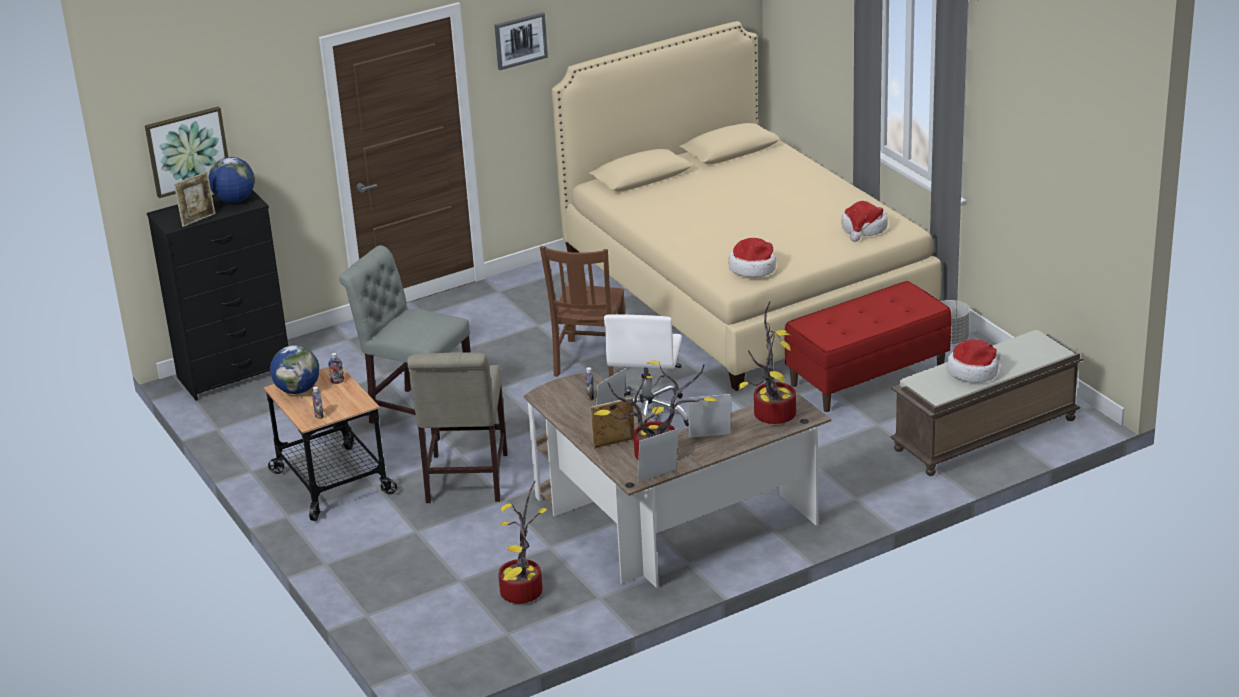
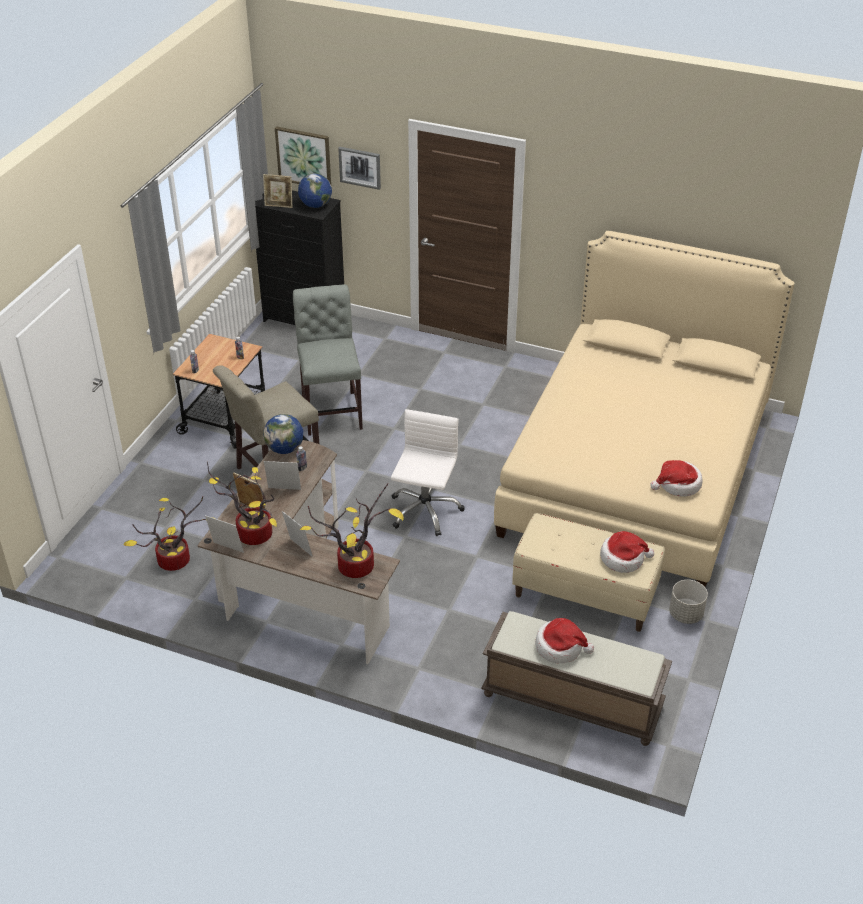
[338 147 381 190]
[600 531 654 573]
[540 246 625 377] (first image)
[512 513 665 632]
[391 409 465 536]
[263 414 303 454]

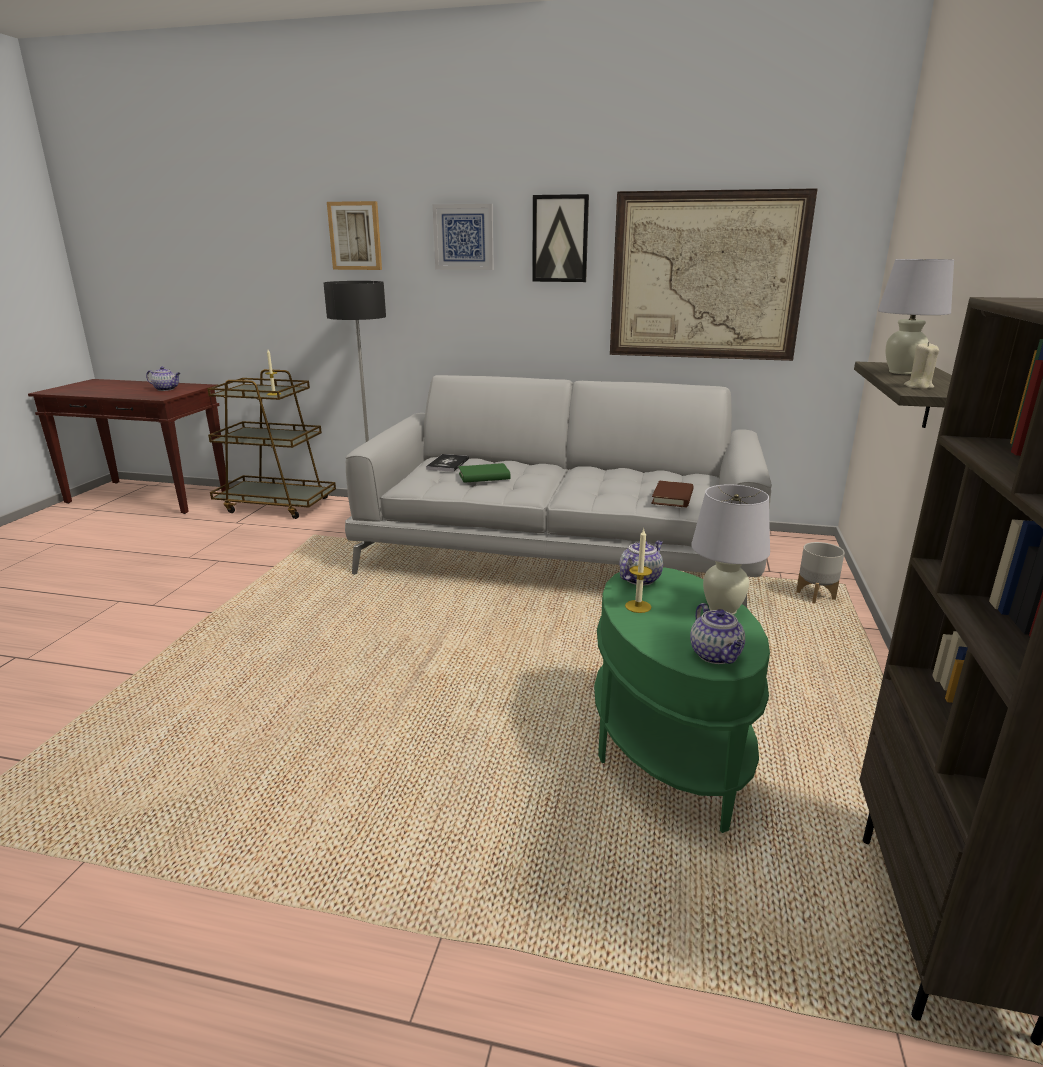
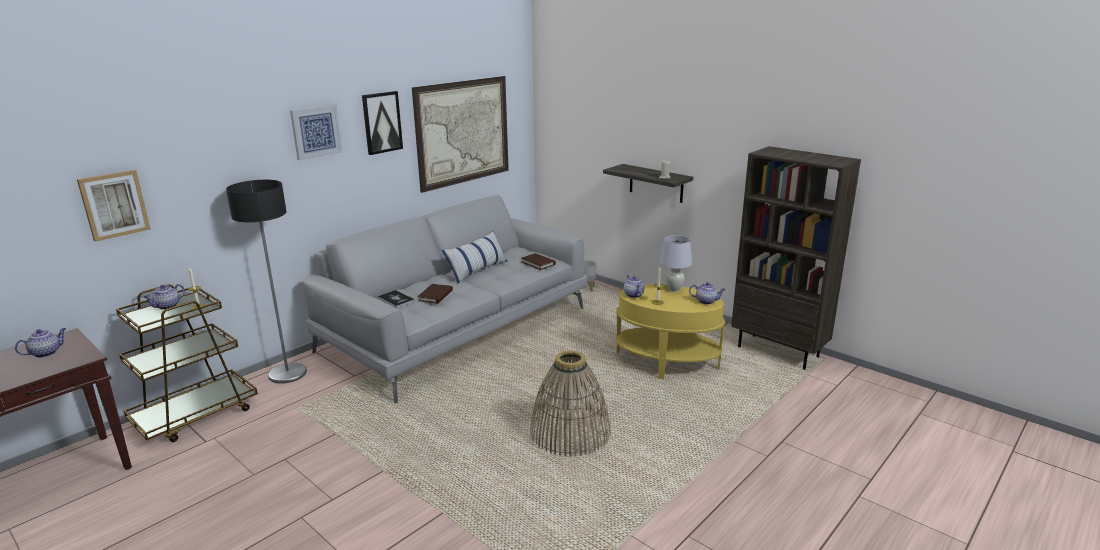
[77 170 150 242]
[878 259 954 374] (first image)
[417 284 453 304]
[616 284 725 379]
[442 231 508 284]
[143 284 185 310]
[530 351 611 457]

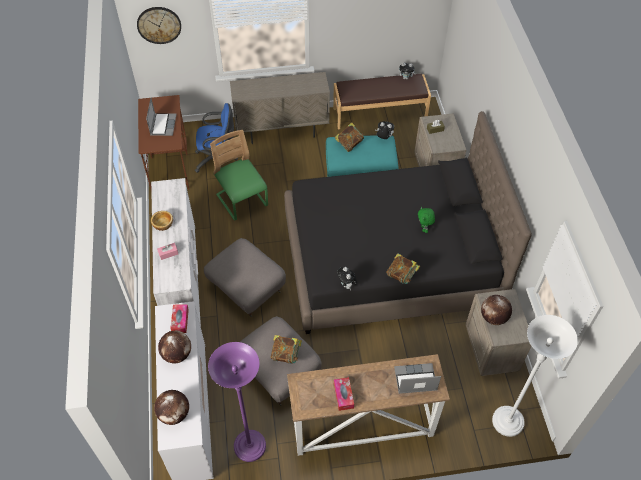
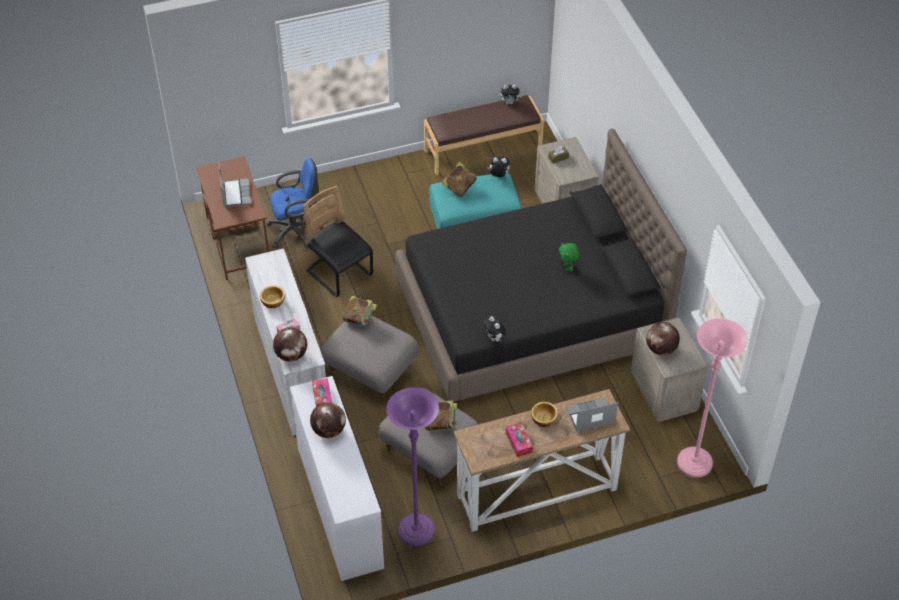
[137 7 181 44] (first image)
[230 72 330 144] (first image)
[303 186 373 297]
[342 296 377 326]
[677 318 748 478]
[273 327 307 362]
[531 402 558 427]

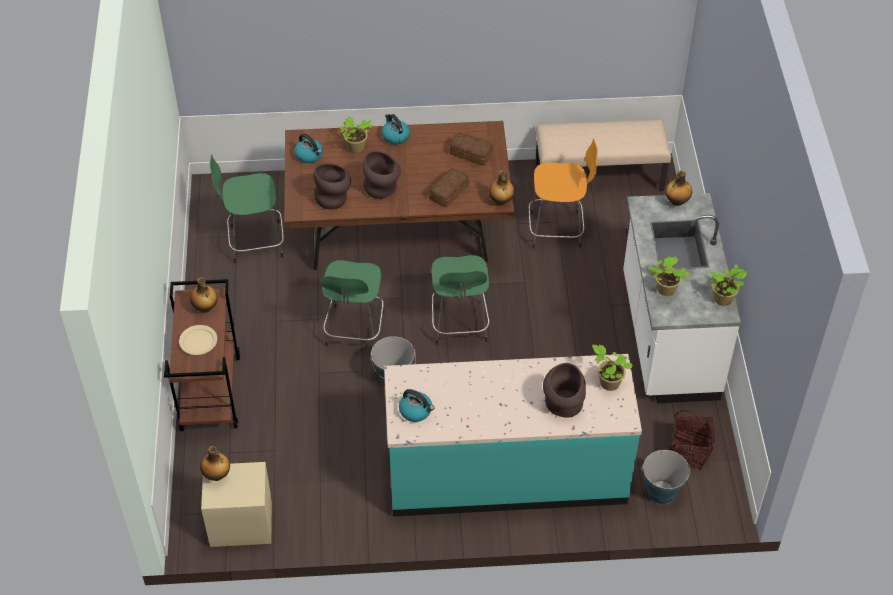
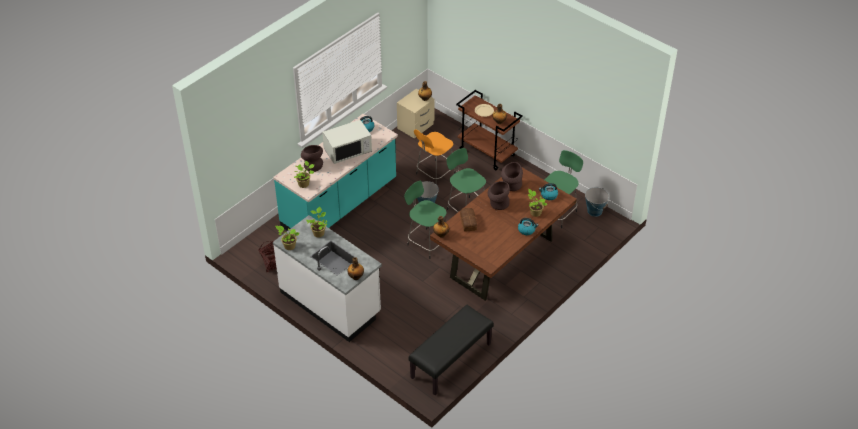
[408 305 494 395]
[450 133 493 166] (first image)
[414 129 455 185]
[585 187 609 217]
[322 120 372 164]

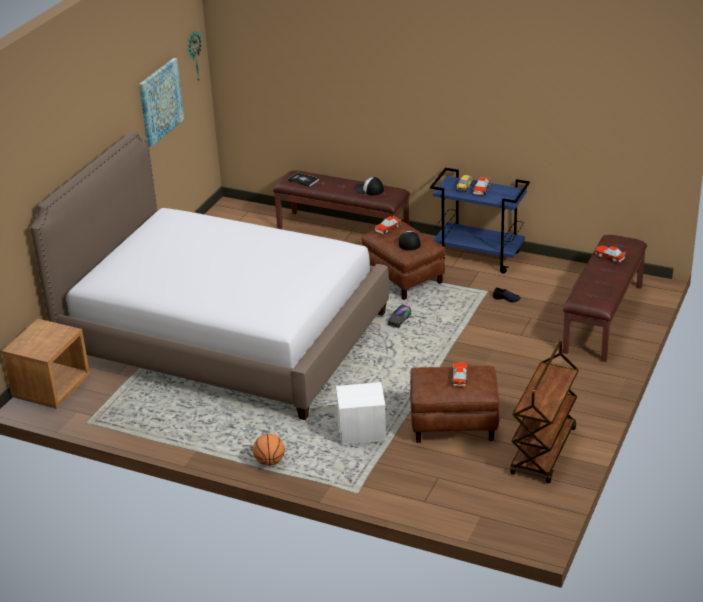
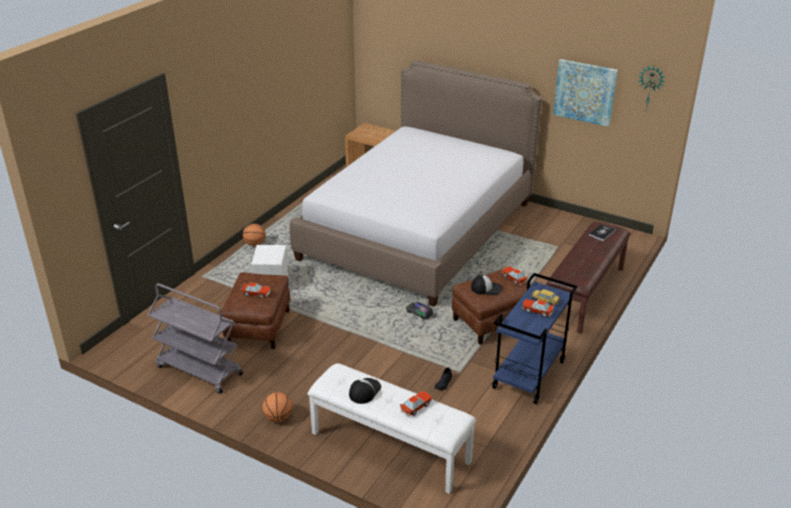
[349 378 381 404]
[307 363 476 494]
[148 283 243 394]
[262 392 292 422]

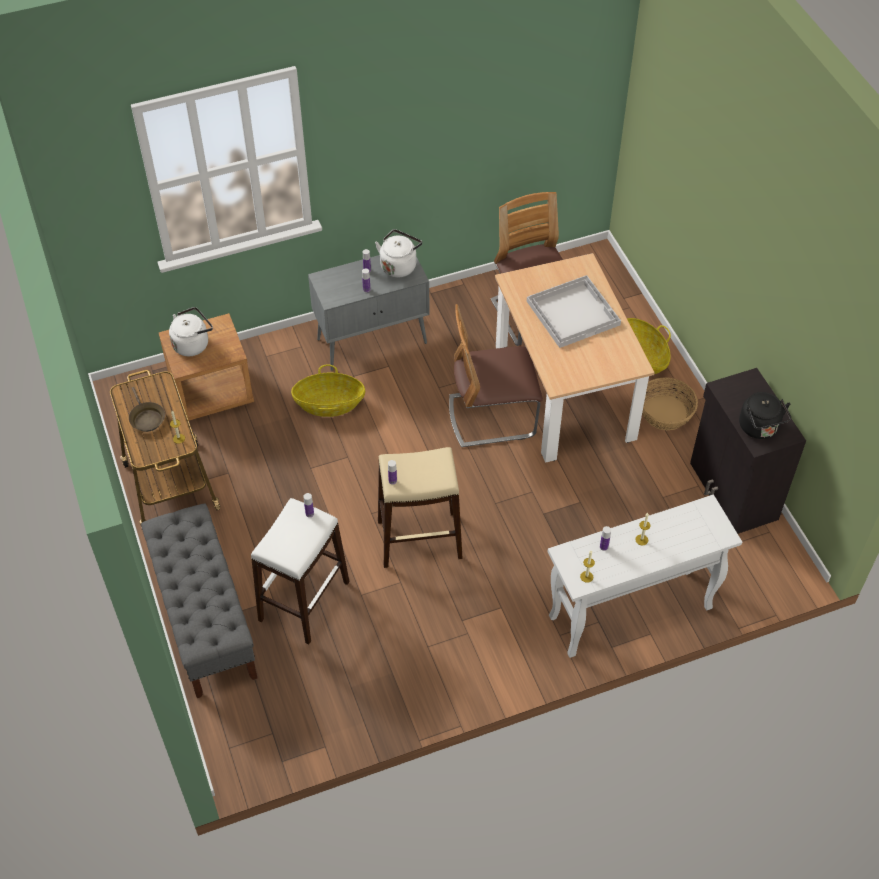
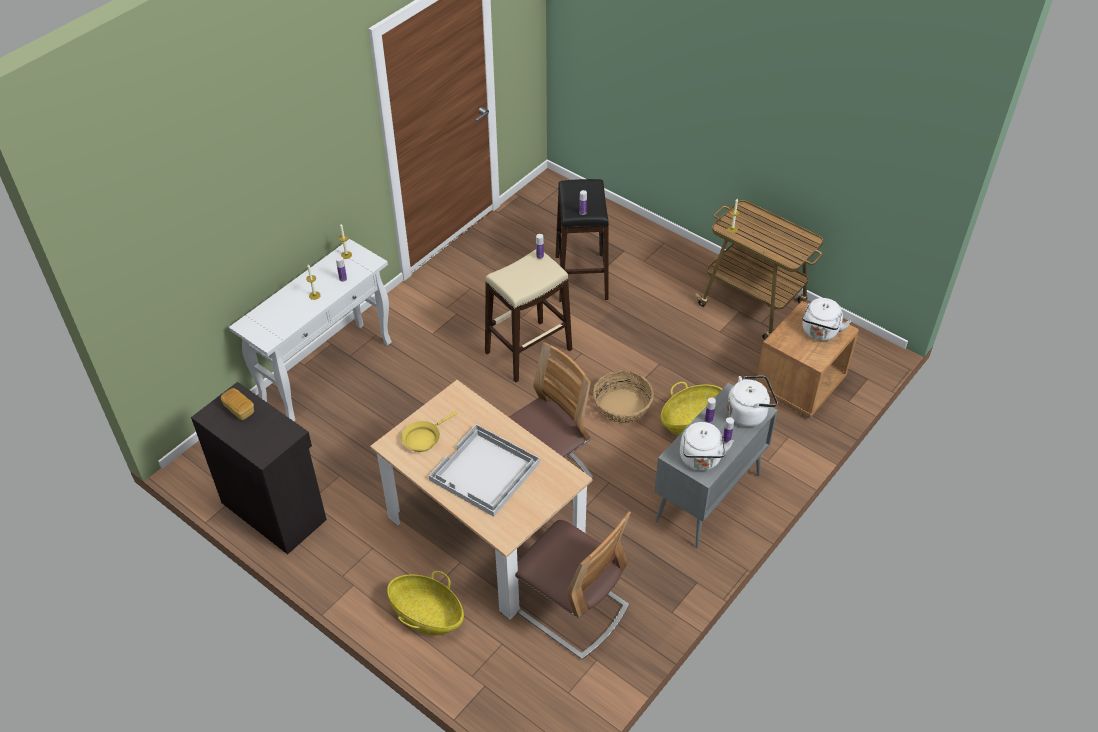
[593 371 654 424]
[129 387 165 432] (first image)
[221 388 254 420]
[555 179 609 302]
[141 503 257 698] (first image)
[727 376 778 427]
[401 411 458 452]

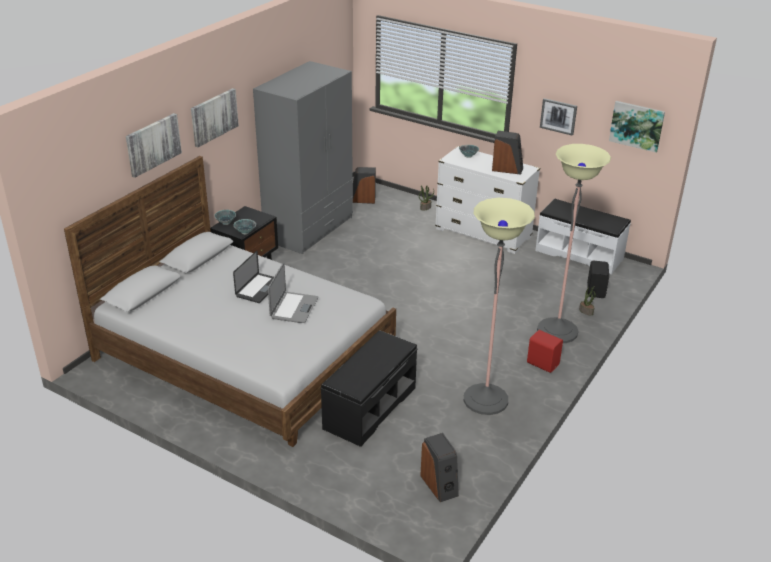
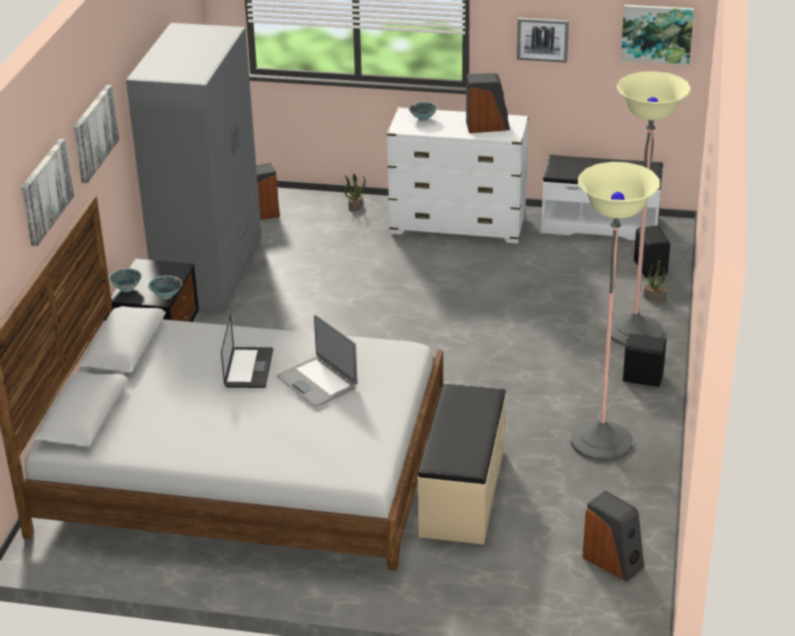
[276 315 358 406]
[417 384 506 544]
[623 333 666 387]

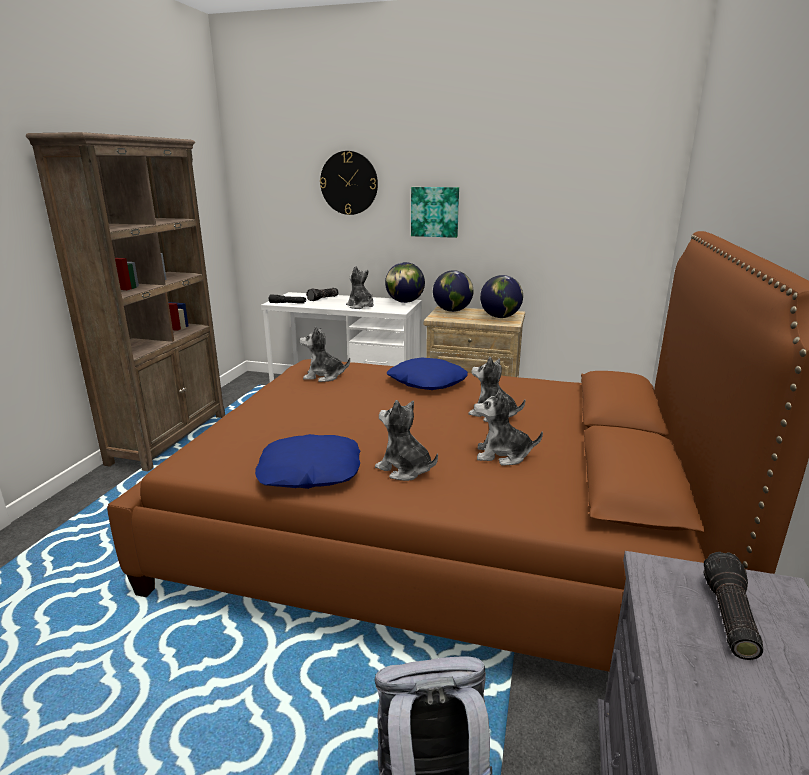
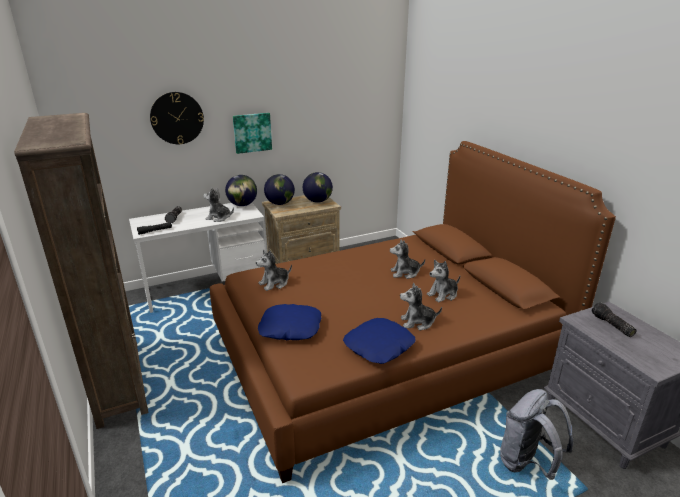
[258 304 322 340]

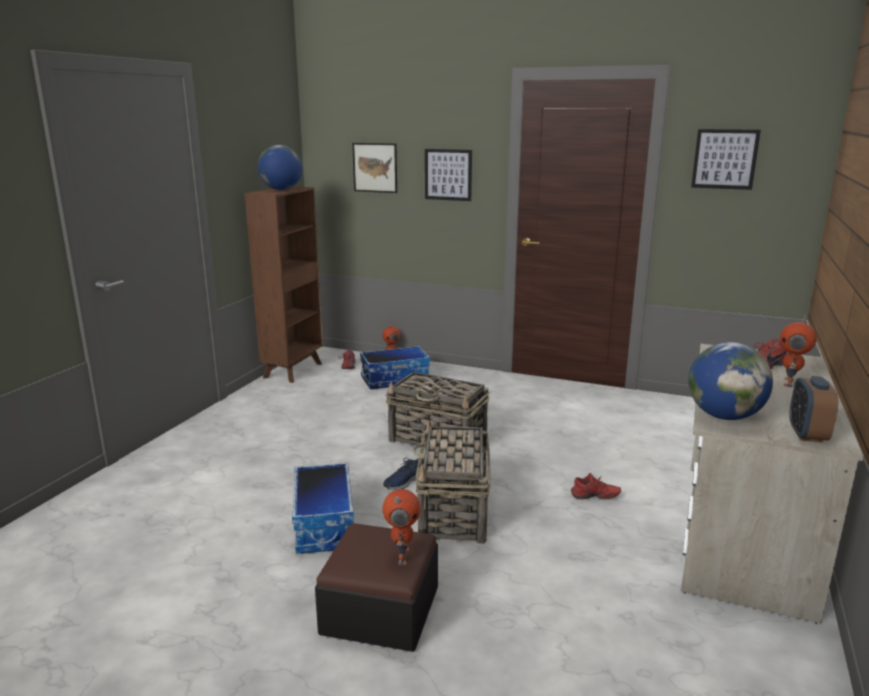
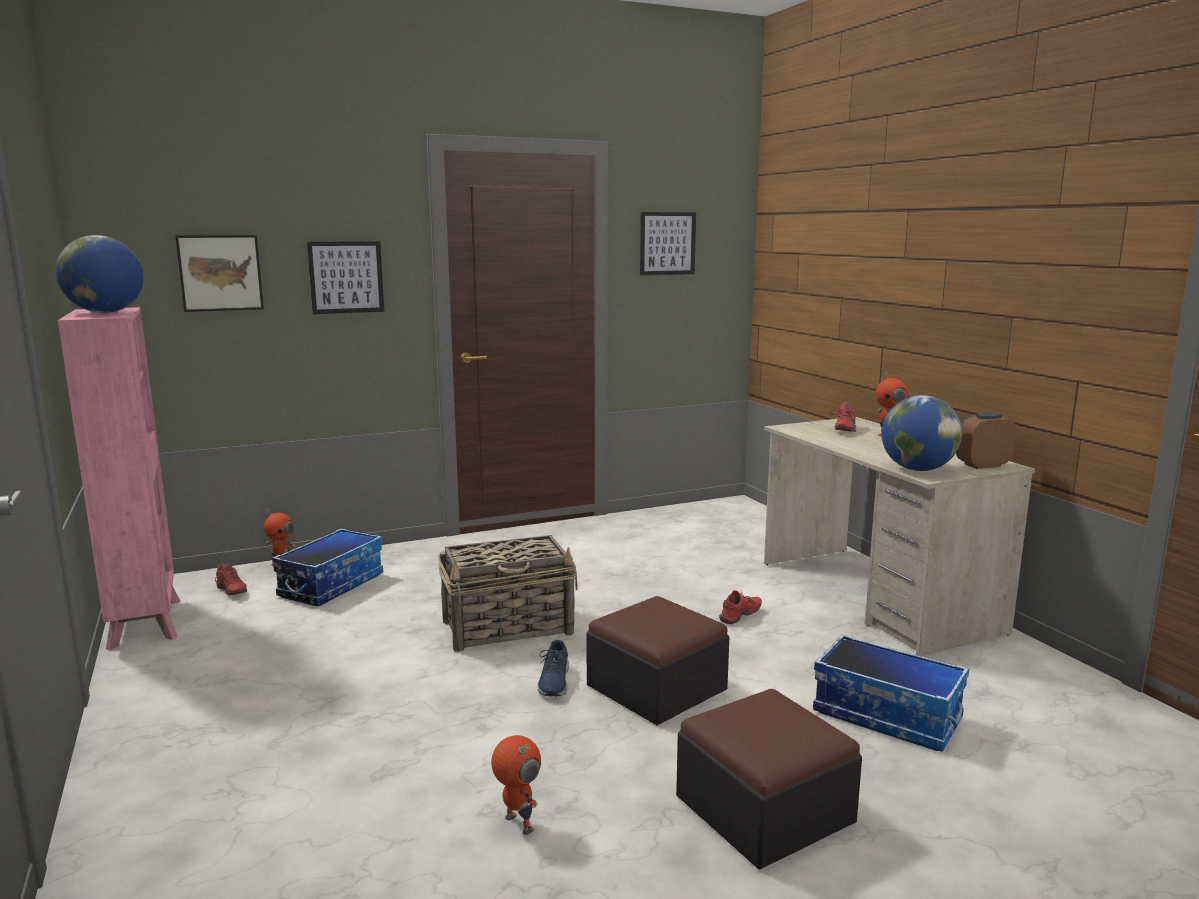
[58 307 180 650]
[956 413 1016 469]
[587 596 729 725]
[813 634 969 752]
[491 735 541 835]

